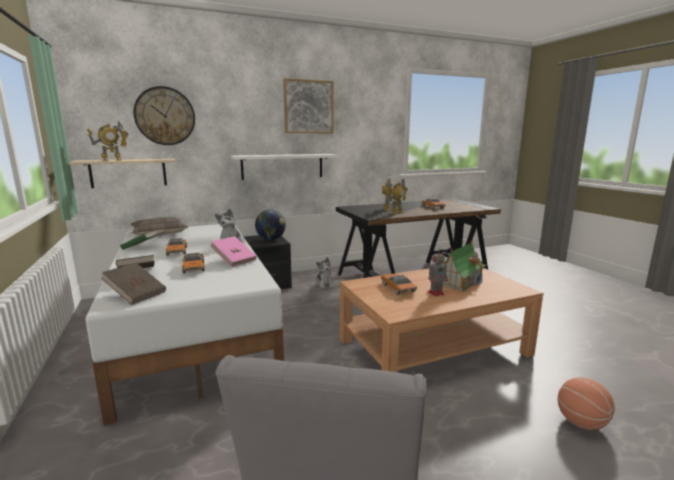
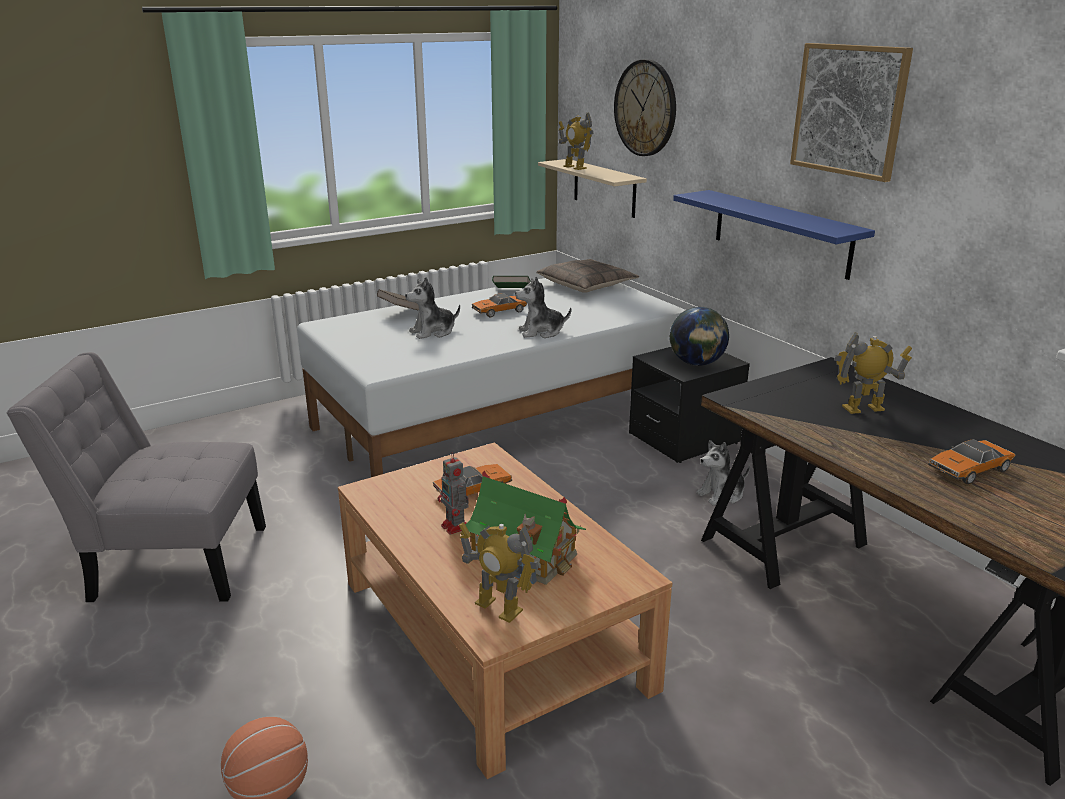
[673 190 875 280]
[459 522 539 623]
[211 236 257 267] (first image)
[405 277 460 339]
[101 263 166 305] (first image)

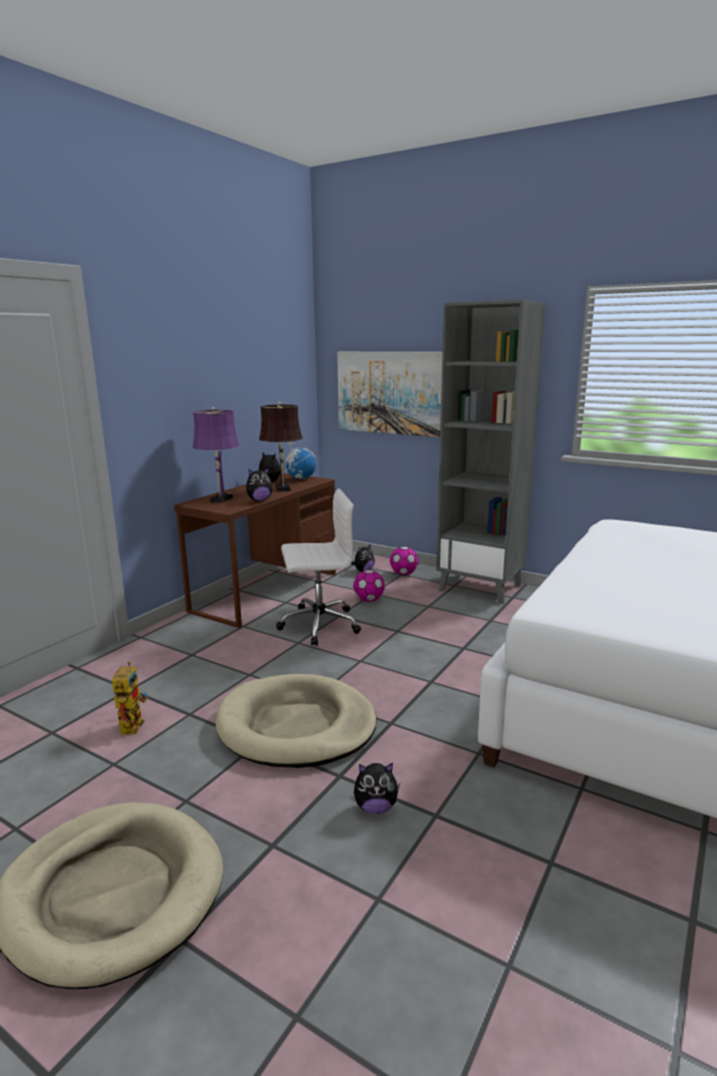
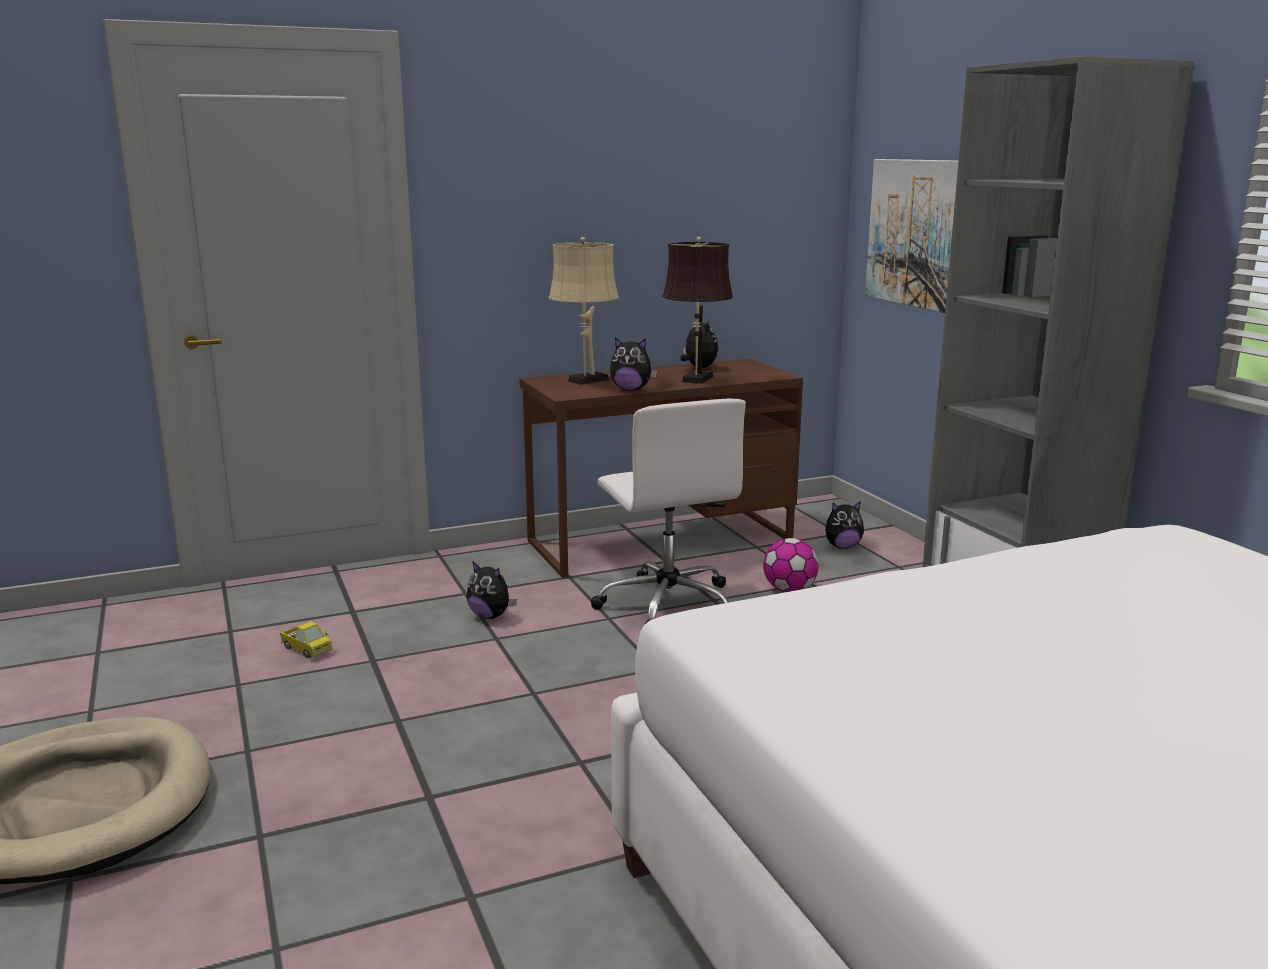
[549 237 619 385]
[284 441 316 479] (first image)
[591 398 746 625]
[390 547 418 575] (first image)
[280 622 332 658]
[215 674 377 768] (first image)
[467 562 517 619]

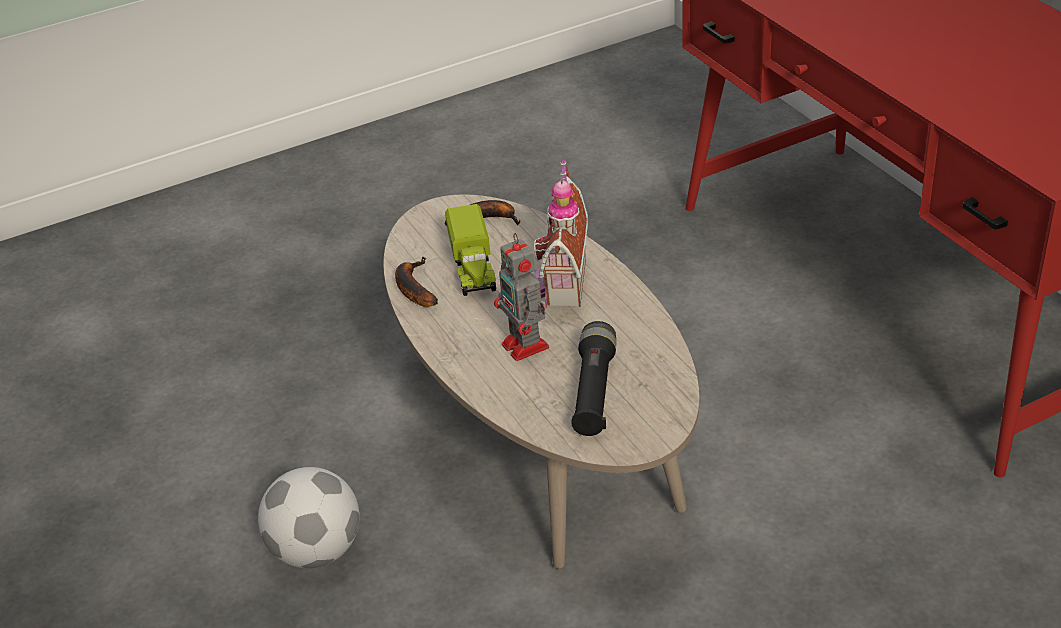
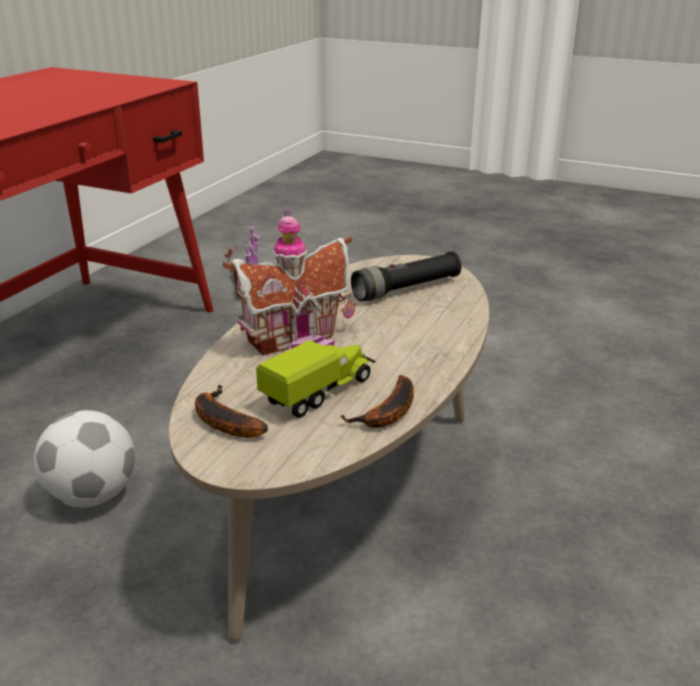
[494 233 549 361] (first image)
[34 410 135 507]

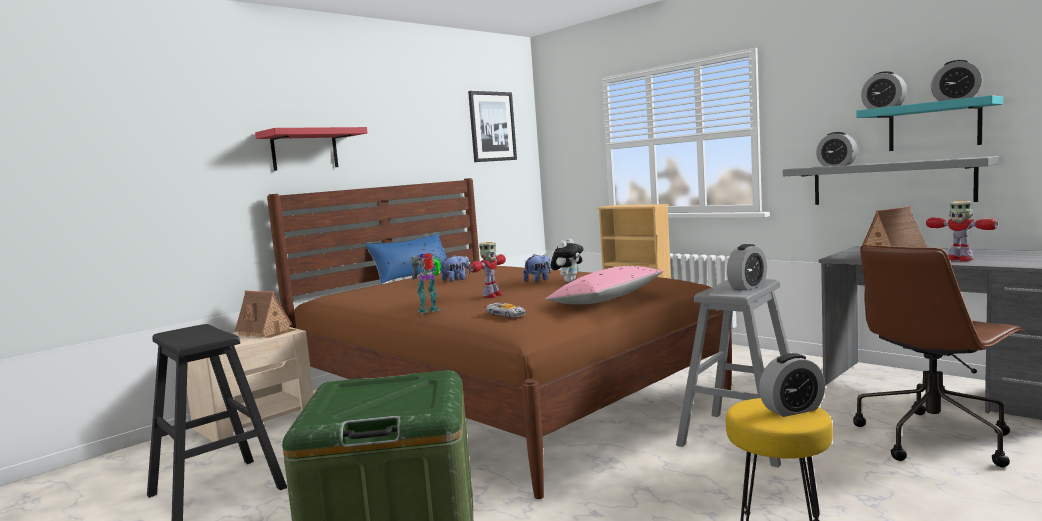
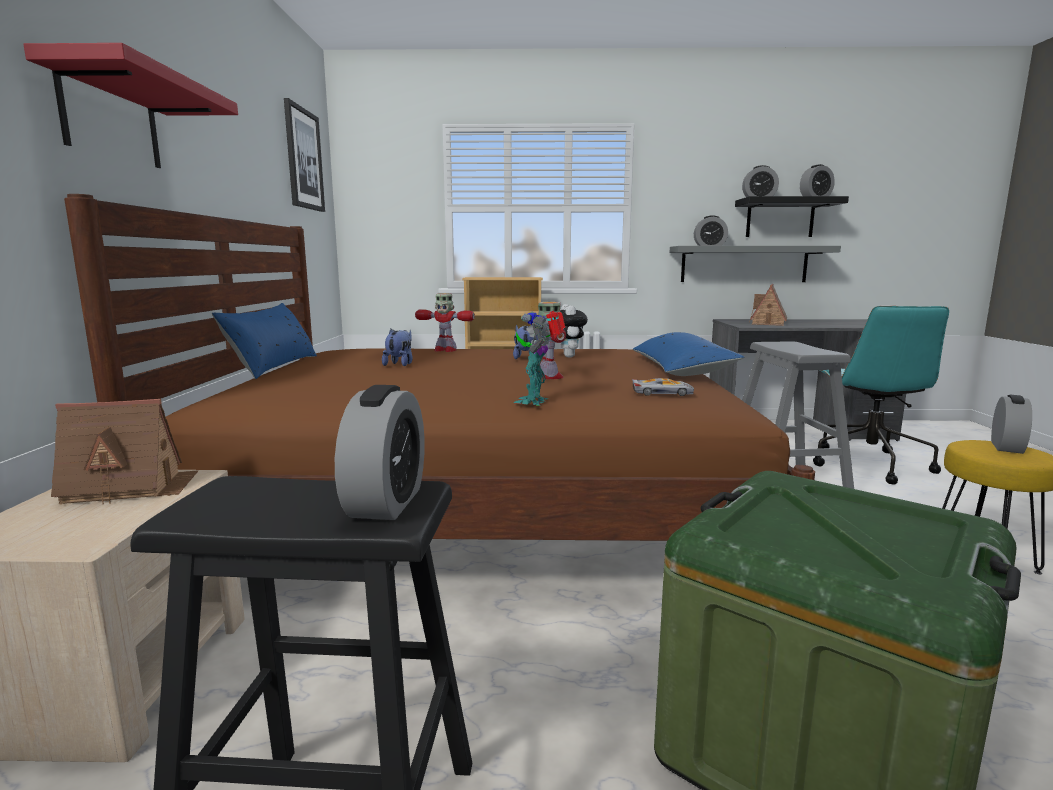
[735 196 849 237]
[415 293 475 352]
[335 385 425 520]
[813 306 949 485]
[633 332 745 376]

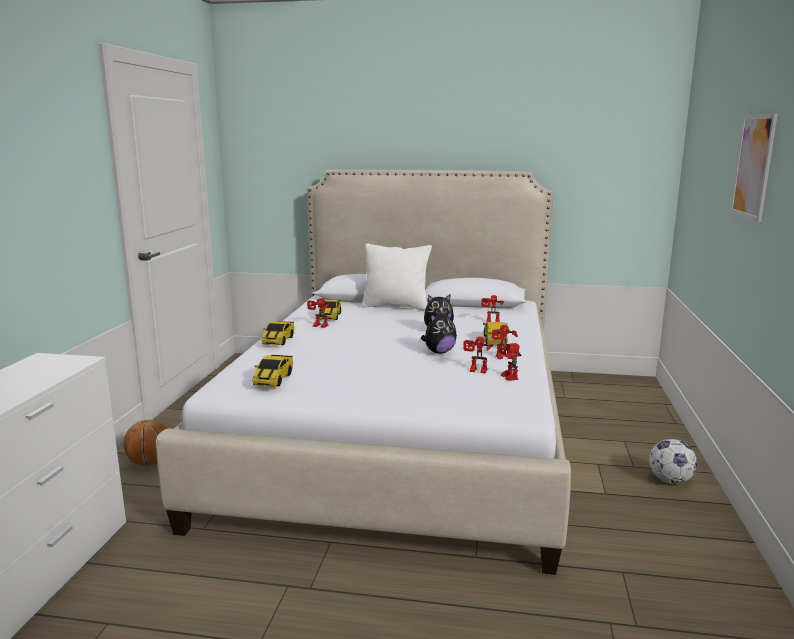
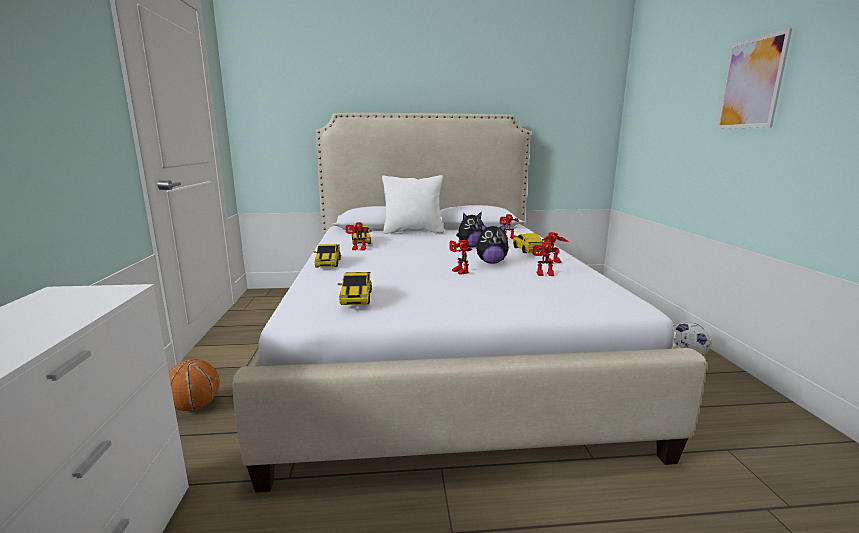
[476 223 509 263]
[450 240 472 275]

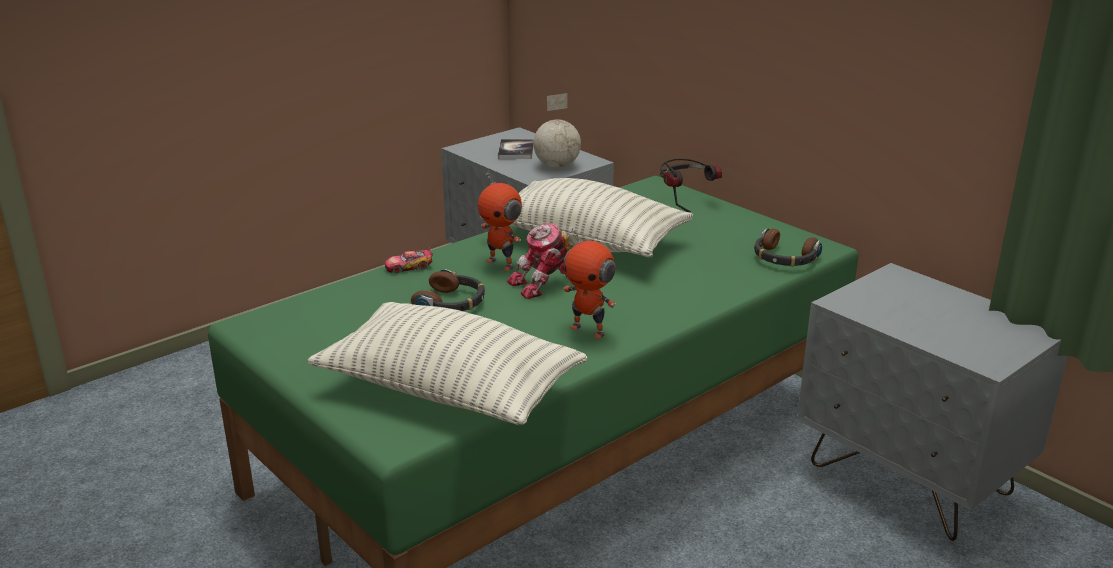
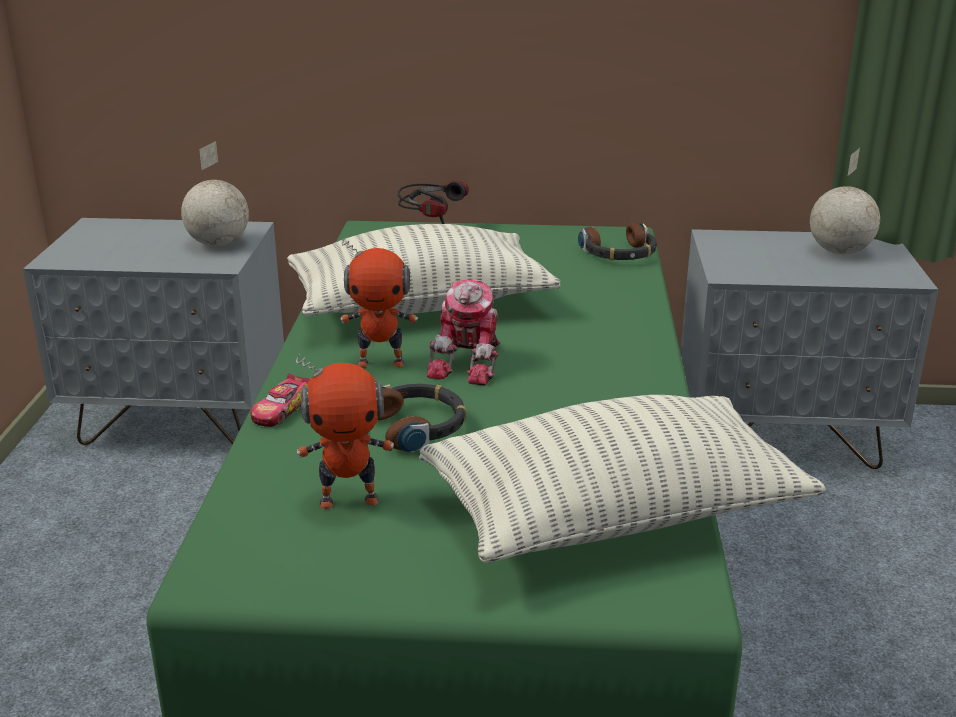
[498 139 533 159] (first image)
[296 354 394 509]
[810 148 880 254]

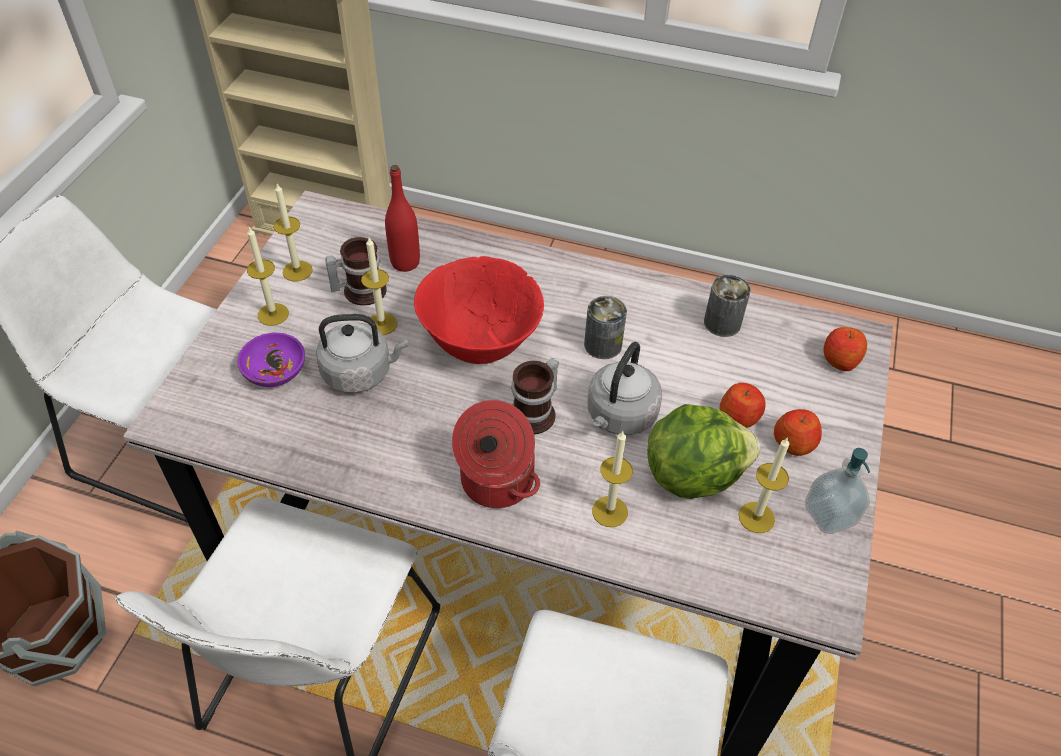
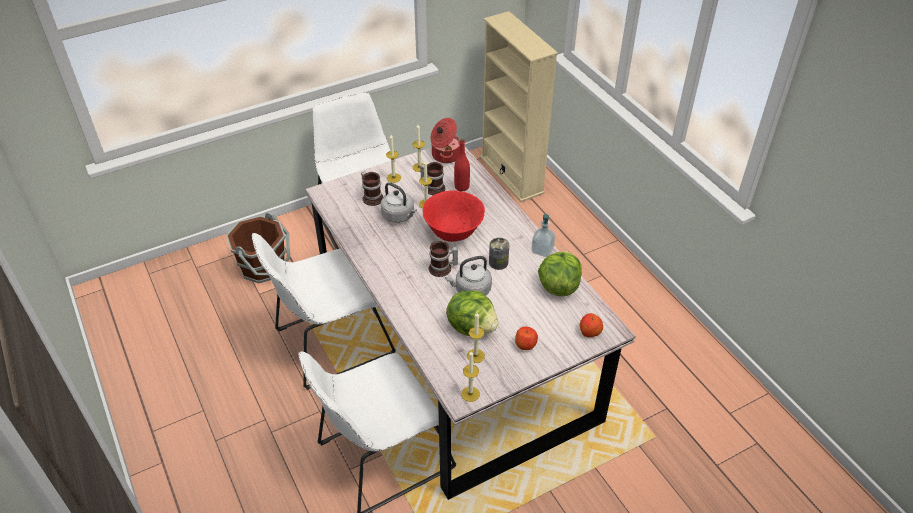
[538 251 582 296]
[361 172 383 206]
[720 383 765 428] (first image)
[431 118 460 163]
[461 351 480 402]
[531 214 555 257]

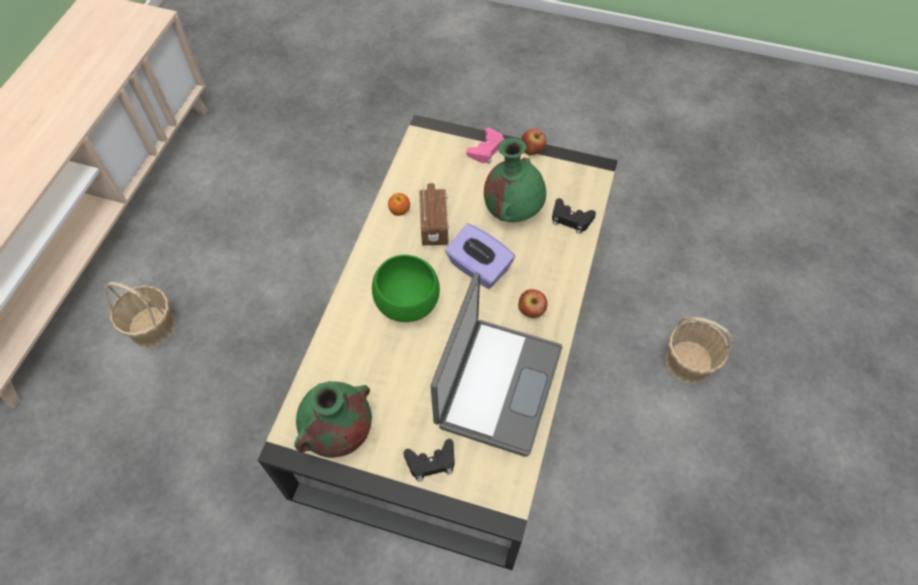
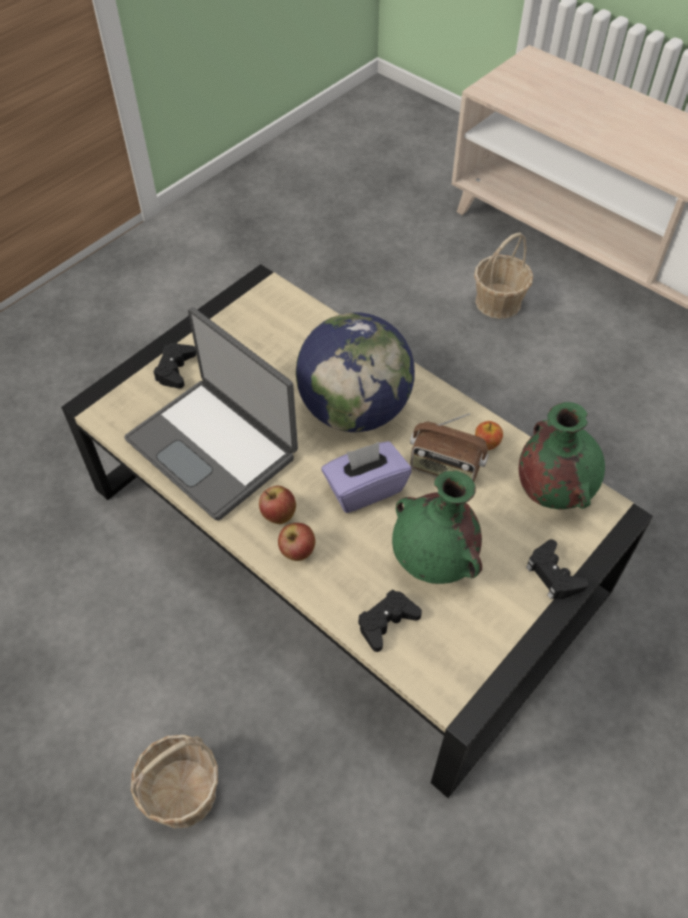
[526 539 588 599]
[278 523 315 561]
[296 312 415 432]
[519 402 605 510]

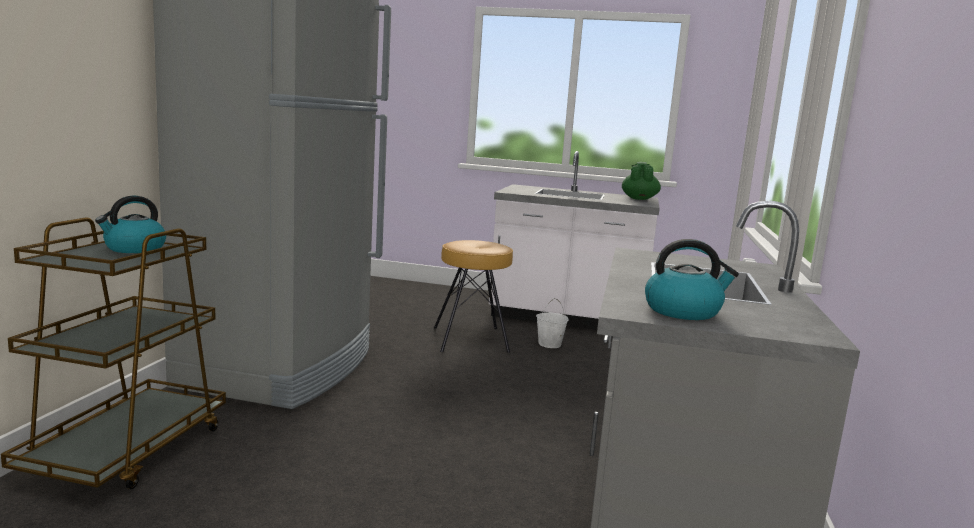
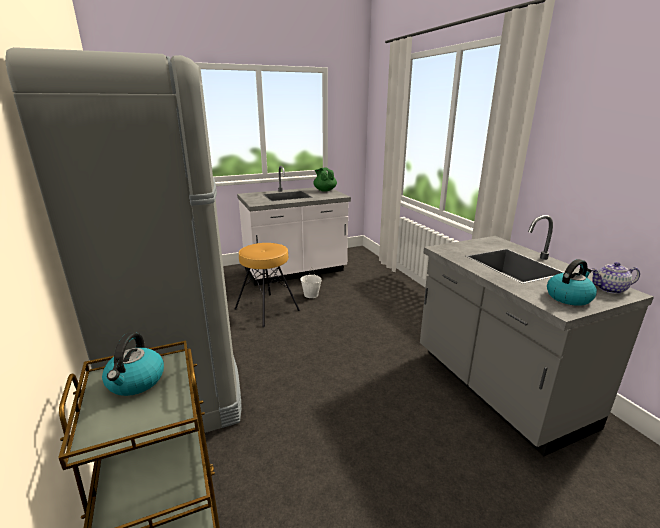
[591 262 640 294]

